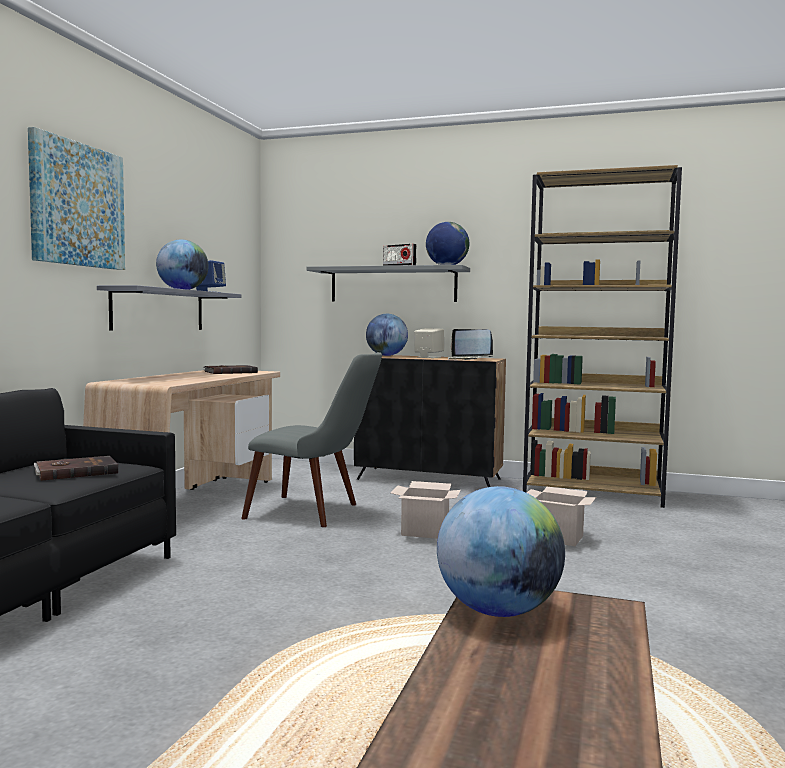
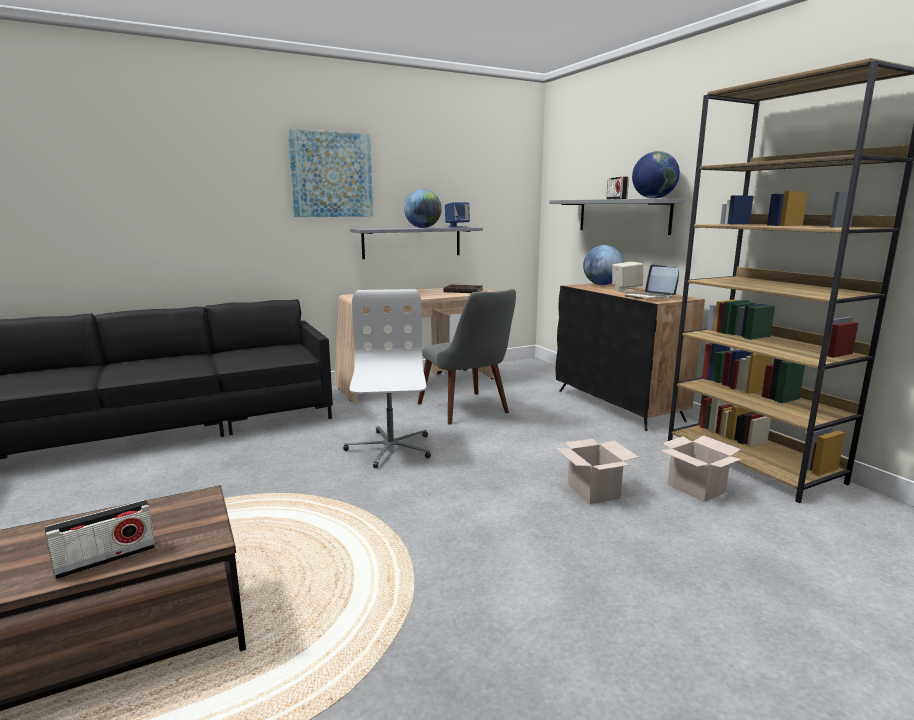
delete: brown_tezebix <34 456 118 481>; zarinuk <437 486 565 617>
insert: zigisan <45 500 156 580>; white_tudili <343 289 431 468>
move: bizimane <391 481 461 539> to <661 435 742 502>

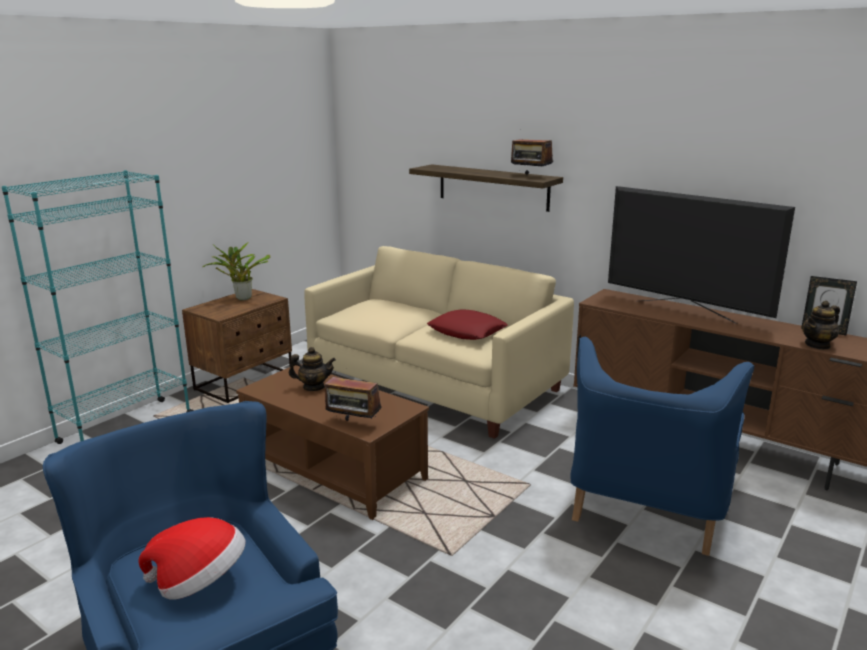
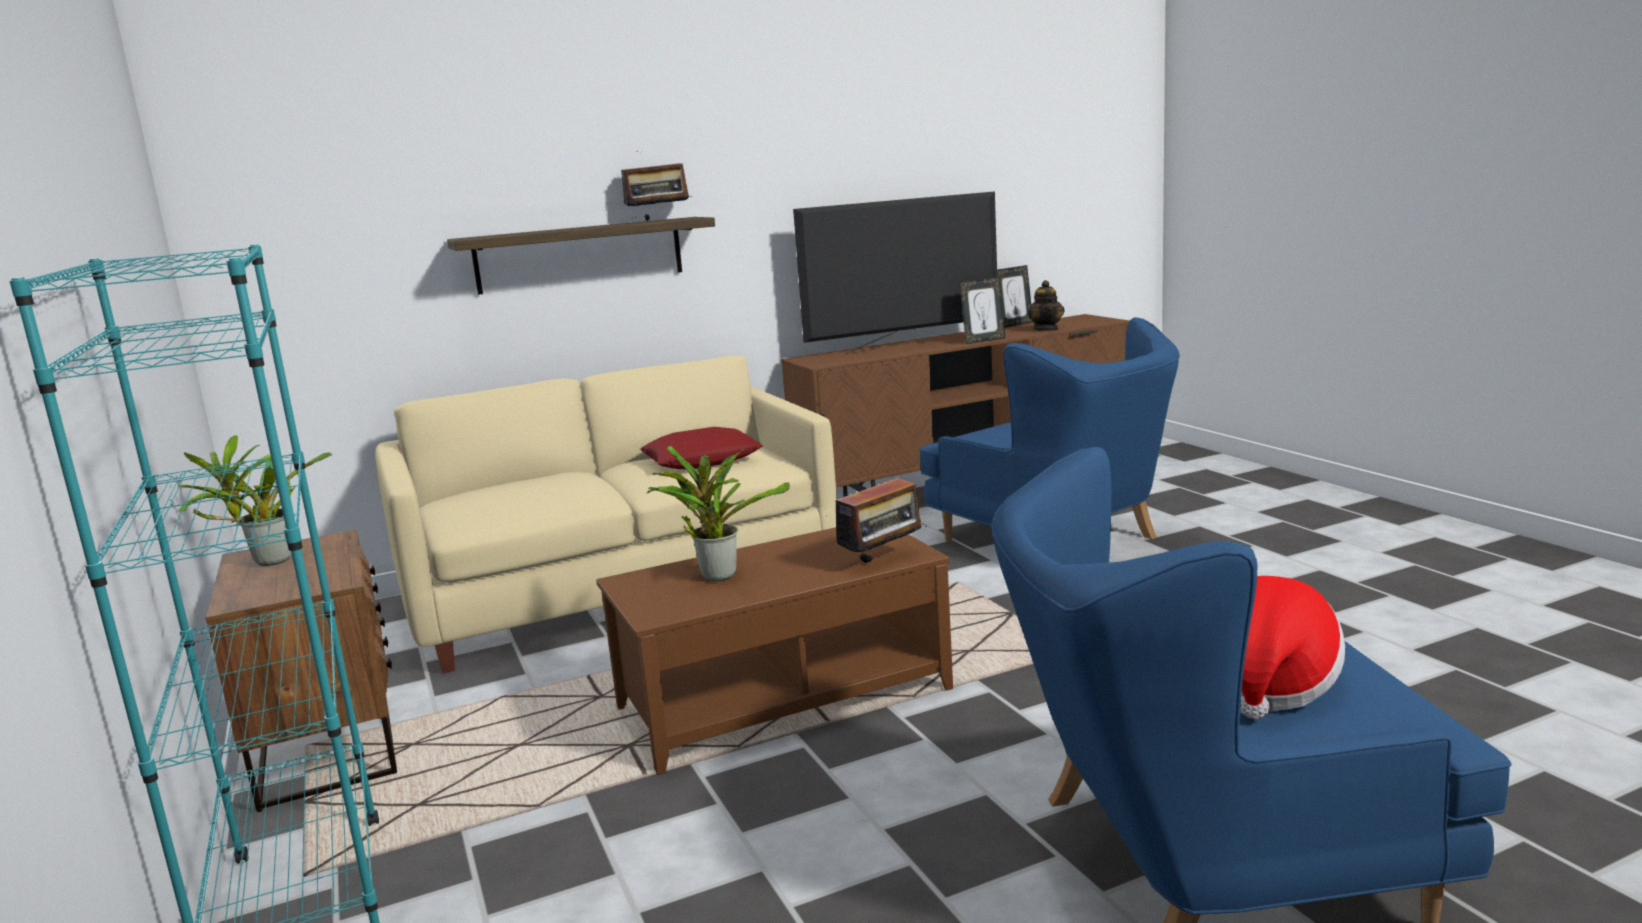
insert: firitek <959 276 1005 344>
replace: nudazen <289 347 336 391> to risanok <647 446 790 581>

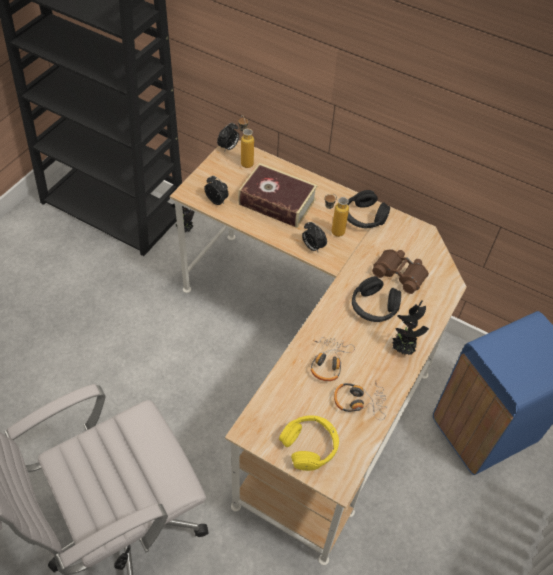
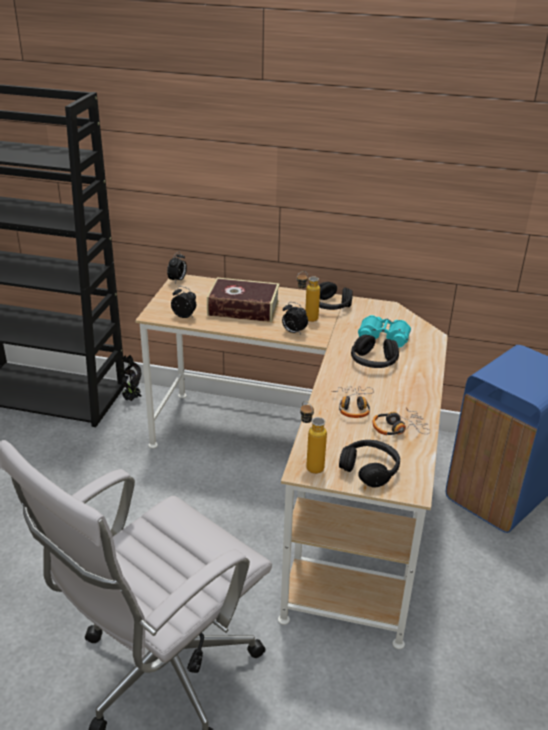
delete: risanok <392 301 429 355>
move: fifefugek <238 115 254 168> to <300 401 327 474>
recolor: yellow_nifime <279 415 339 471> to black_nifime <339 440 400 488>; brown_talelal <372 249 429 294> to turquoise_talelal <358 315 411 347>

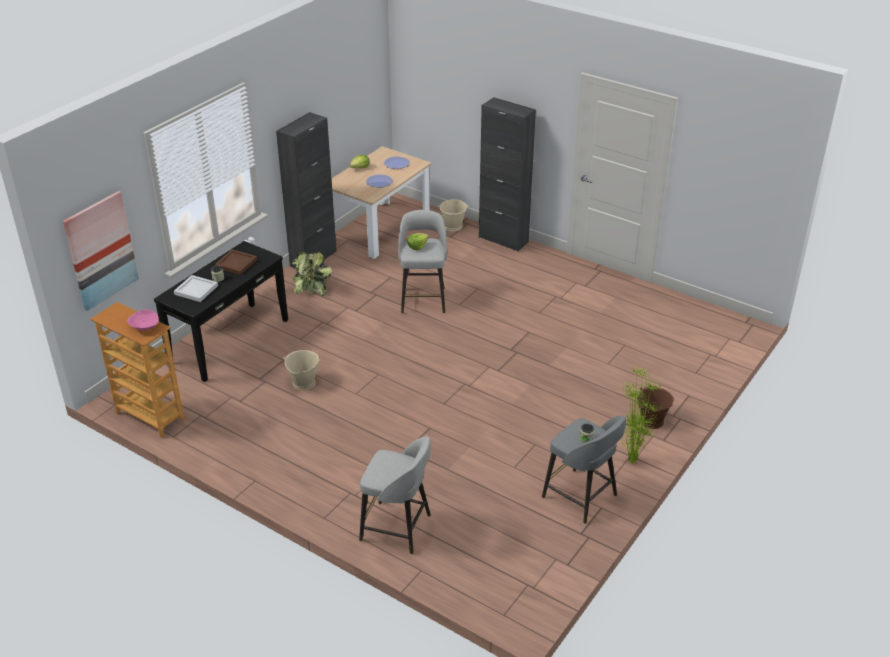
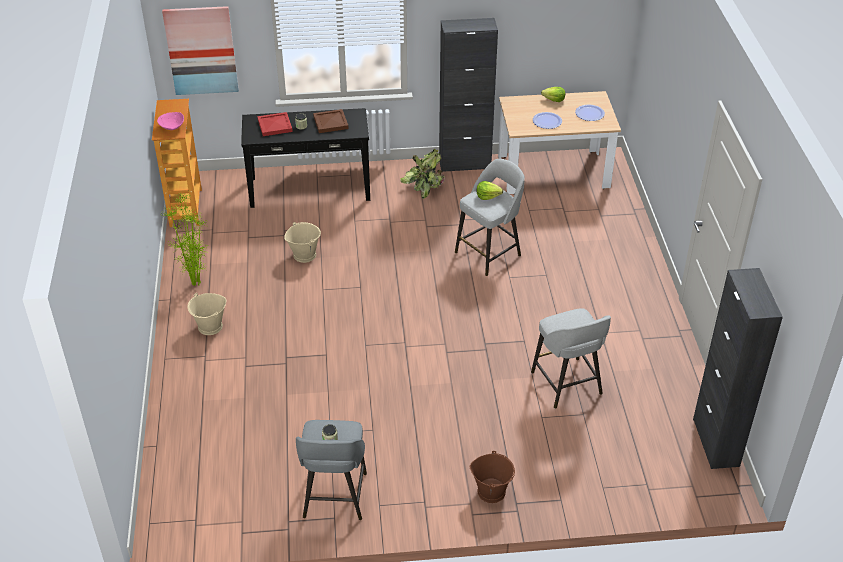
move: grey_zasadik <359 436 431 554> to <531 308 611 408>; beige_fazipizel <438 199 468 232> to <187 293 226 335>; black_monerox <479 97 536 251> to <693 268 783 469>; risanok <621 365 662 463> to <162 193 209 286>
recolor: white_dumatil <174 275 218 302> to red_dumatil <257 112 293 136>

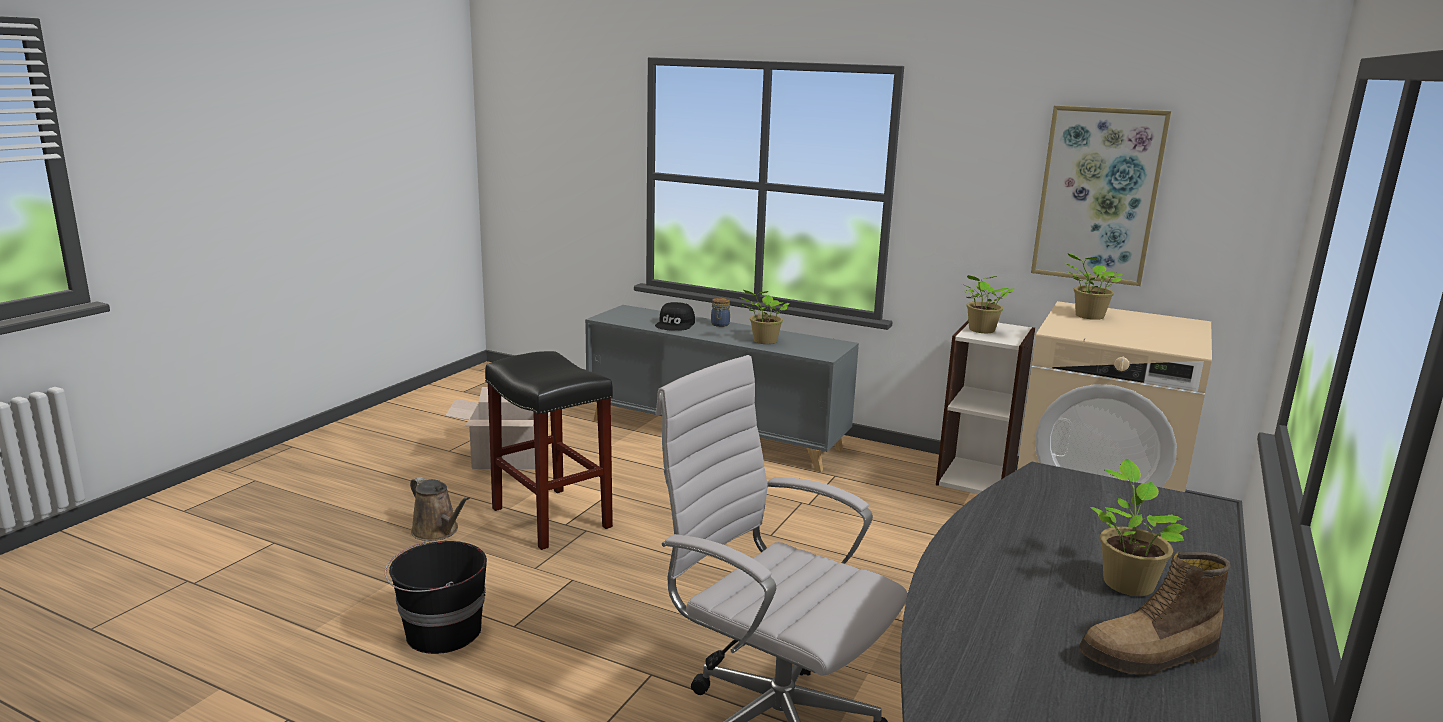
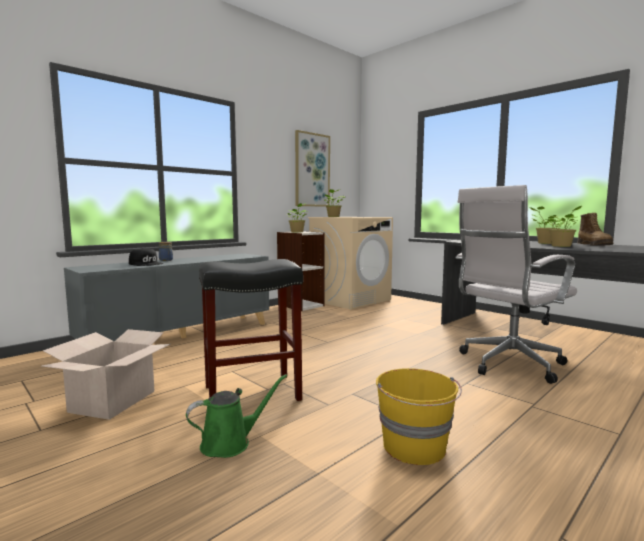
move: risanok <740 290 790 344> to <544 206 582 247>
recolor: black_fazipizel <385 540 487 654> to yellow_fazipizel <376 368 462 465>; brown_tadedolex <410 477 470 541> to green_tadedolex <186 374 287 458>

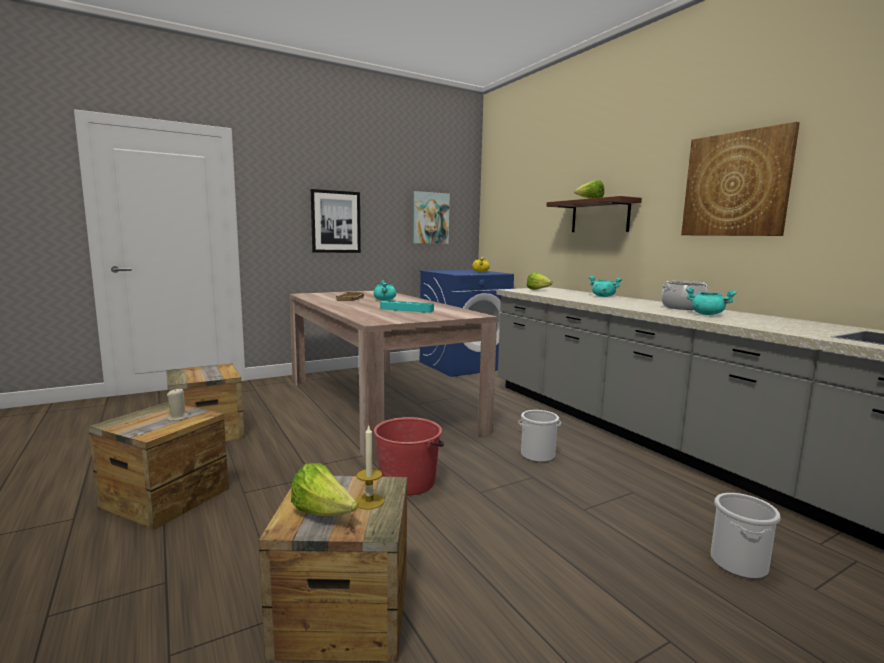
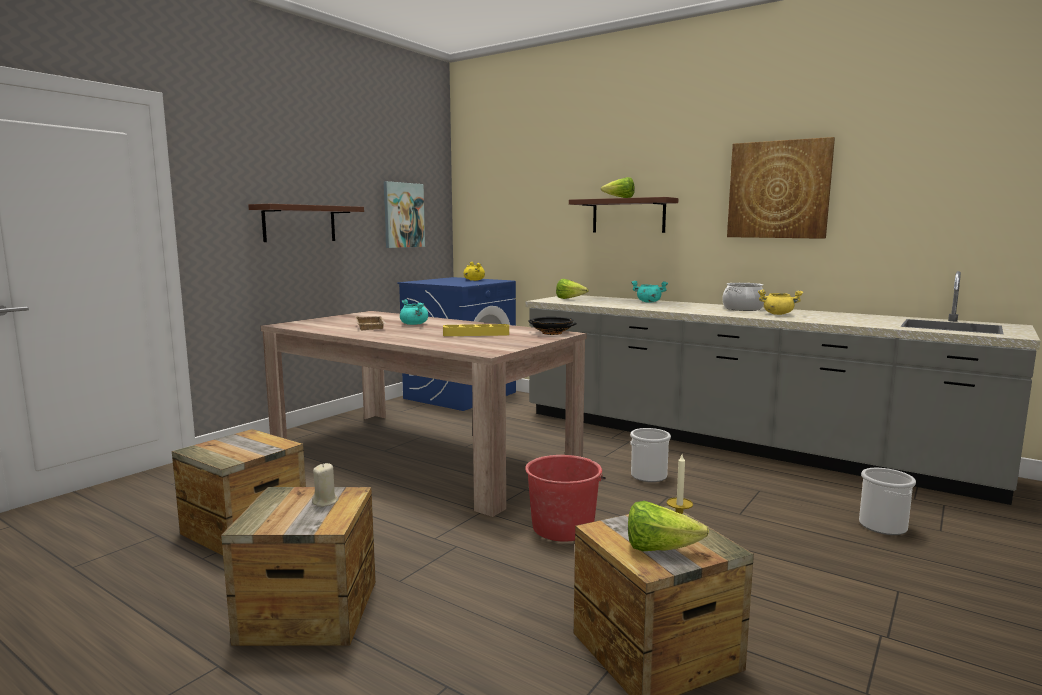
insert: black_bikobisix <528 317 577 335>
replace: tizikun <311 189 361 253> to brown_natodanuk <248 204 364 242>
recolor: turquoise_dumatil <380 300 434 313> to yellow_dumatil <443 324 509 336>; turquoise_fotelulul <686 287 737 315> to yellow_fotelulul <758 289 803 315>

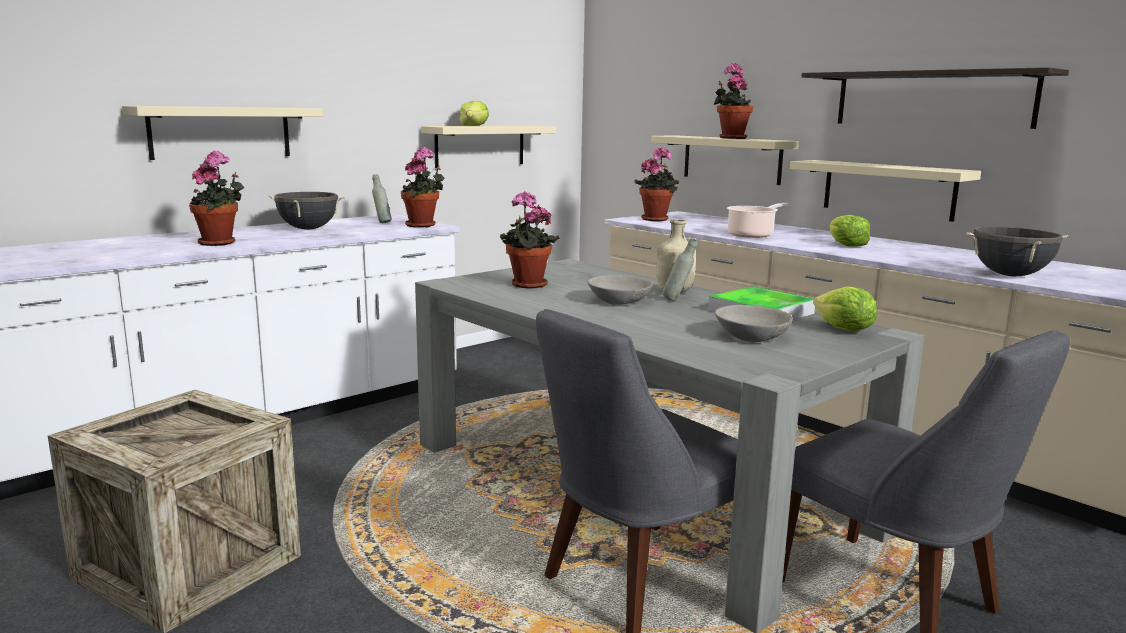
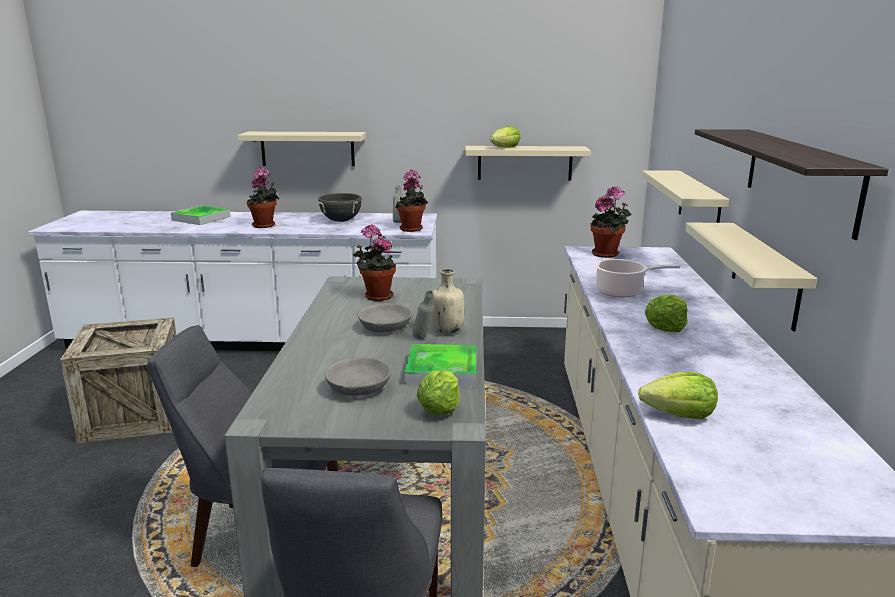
delete: risanok <713 63 753 139>
insert: dumatil <171 206 231 225>
replace: black_fotelulul <966 227 1069 276> to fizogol <638 372 718 419>

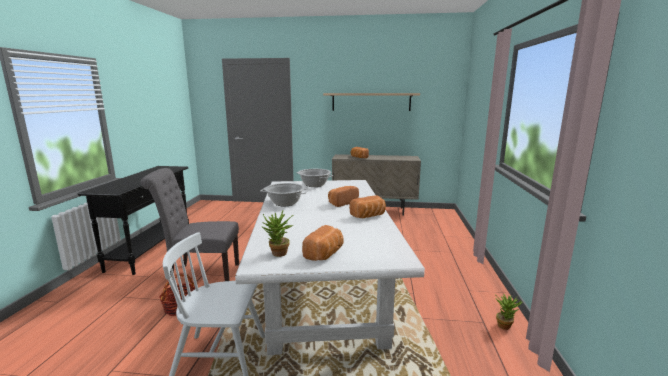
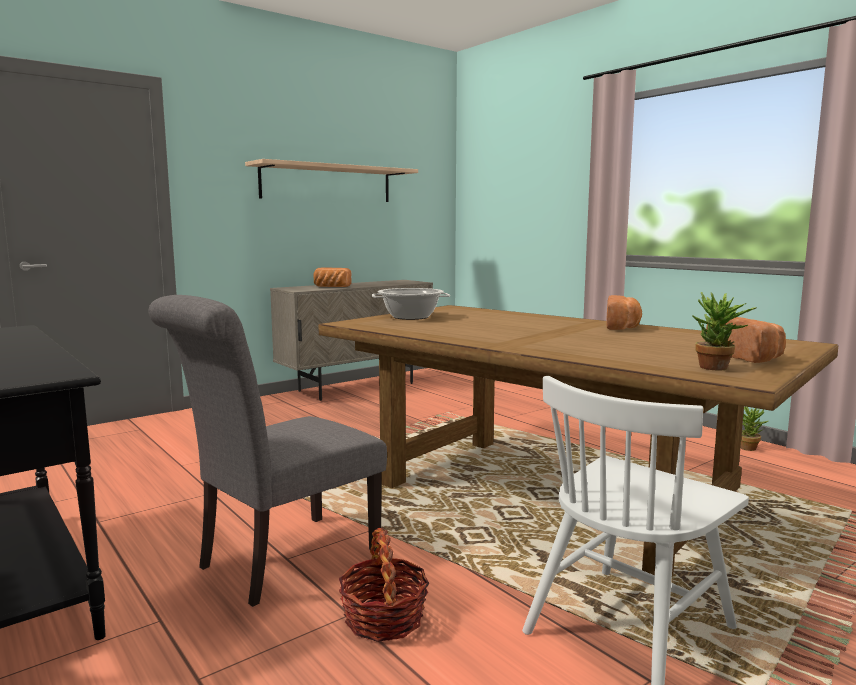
delete: fotelulul <261 183 309 206>; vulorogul <328 186 359 207>
recolor: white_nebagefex <235 180 425 355> to brown_nebagefex <318 305 838 576>

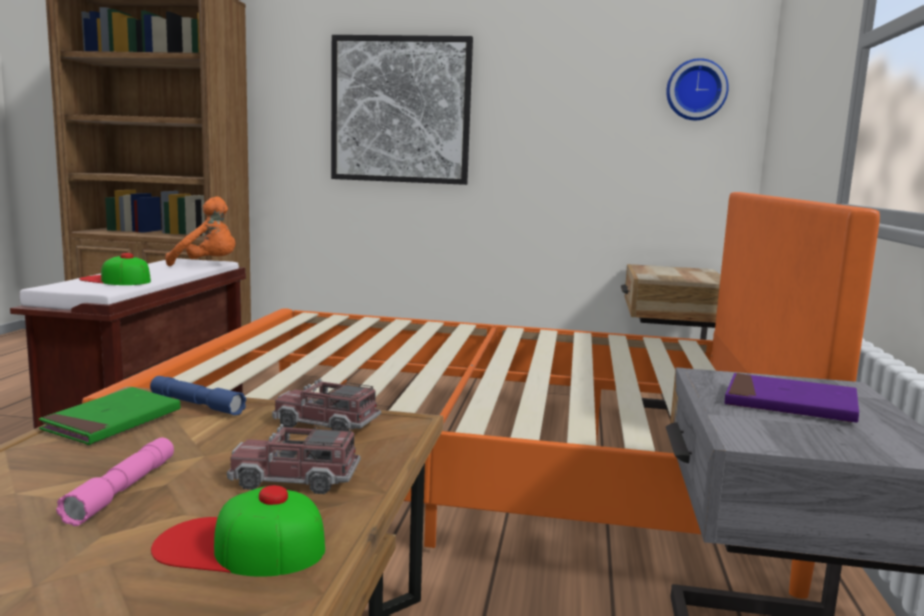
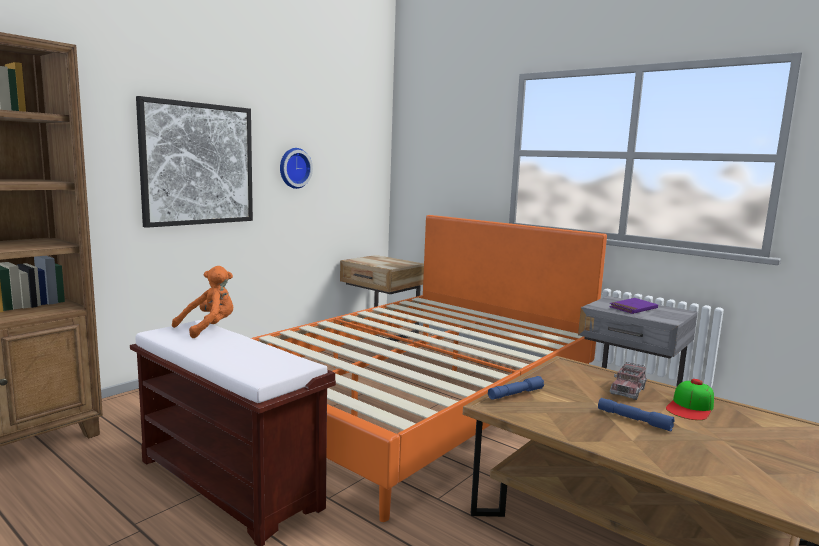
delete: green_tezebix <39 387 180 445>; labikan <79 253 151 285>; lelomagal <272 379 381 431>
move: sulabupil <666 58 729 120> to <280 148 313 189>
recolor: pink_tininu <56 438 174 526> to blue_tininu <598 398 675 432>

